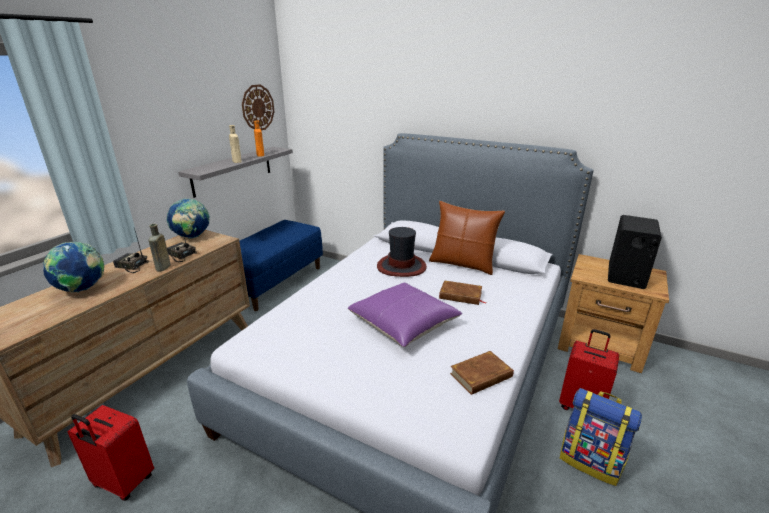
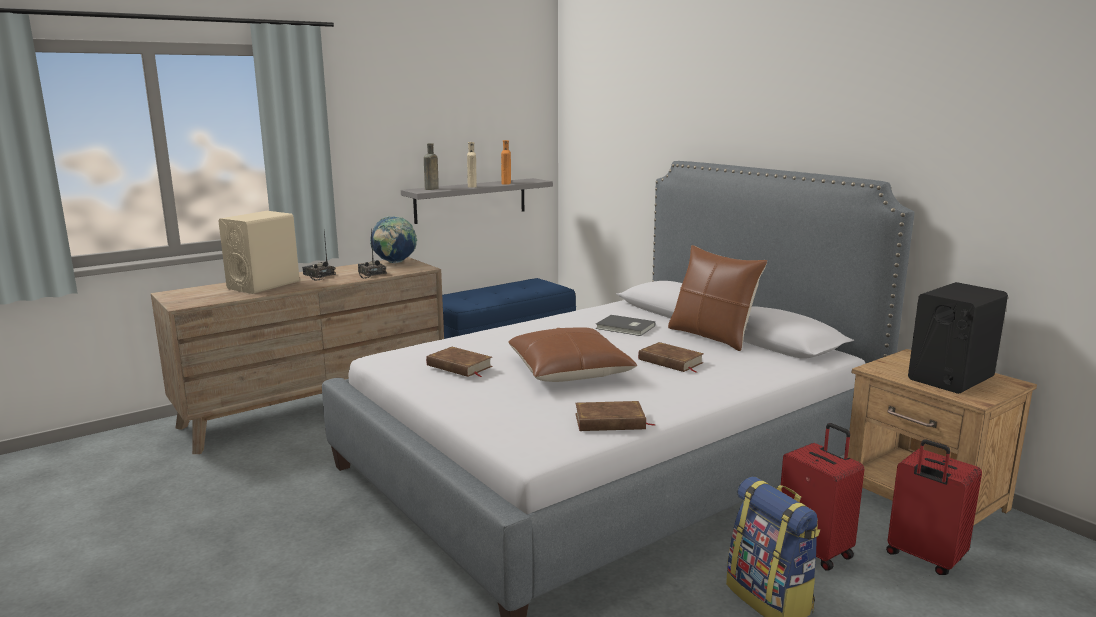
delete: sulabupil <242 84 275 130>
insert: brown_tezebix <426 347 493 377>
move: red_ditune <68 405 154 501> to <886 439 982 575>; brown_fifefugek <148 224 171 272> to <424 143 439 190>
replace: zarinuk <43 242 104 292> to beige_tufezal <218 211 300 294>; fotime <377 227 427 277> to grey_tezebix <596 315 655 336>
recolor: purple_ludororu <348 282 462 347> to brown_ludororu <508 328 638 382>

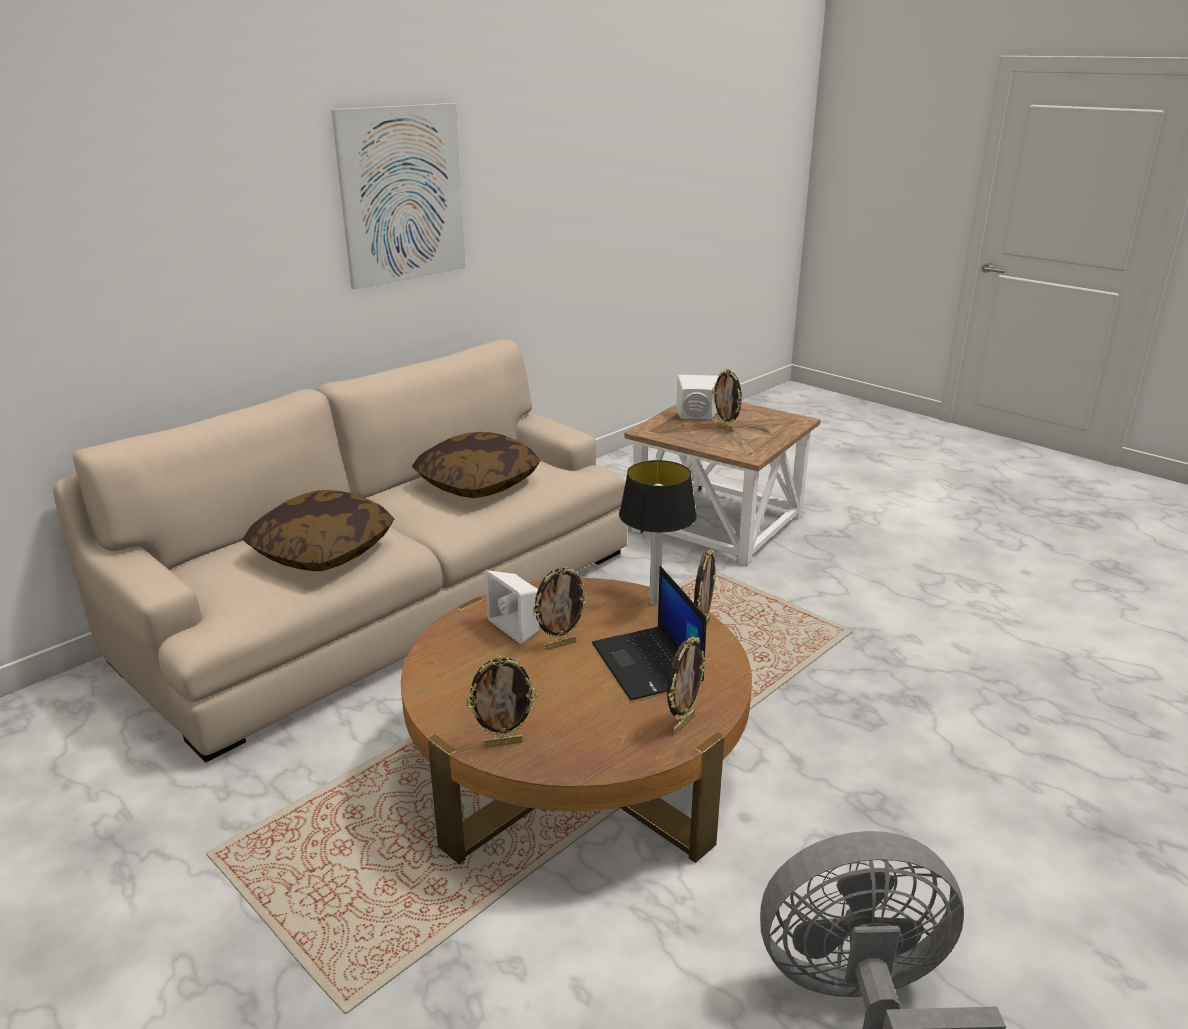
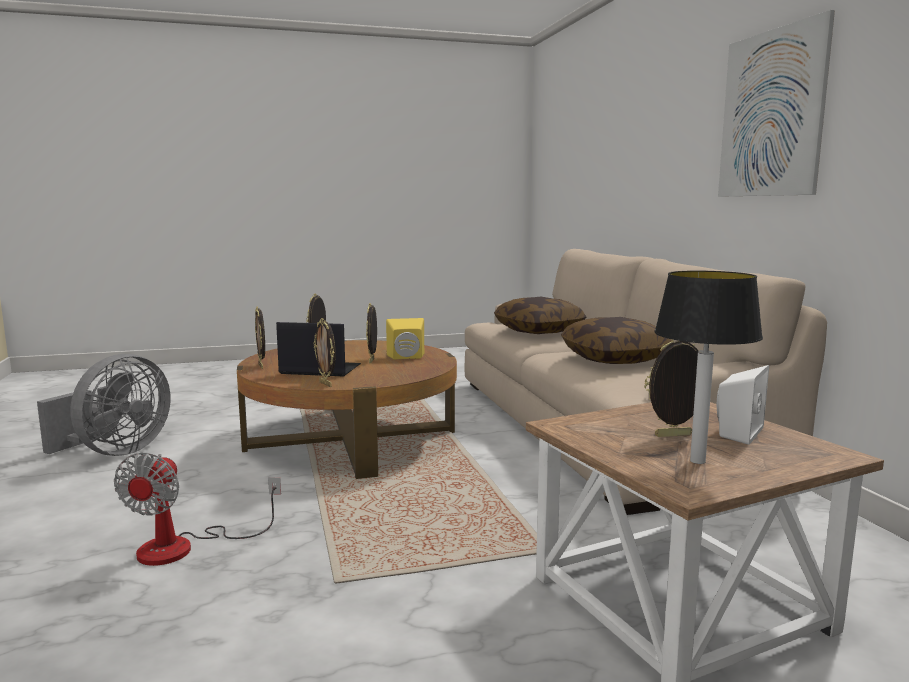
insert: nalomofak <114 452 281 566>
move: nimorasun <619 460 697 605> to <654 271 763 464>
recolor: white_tufezal <485 570 539 644> to yellow_tufezal <386 318 424 360>

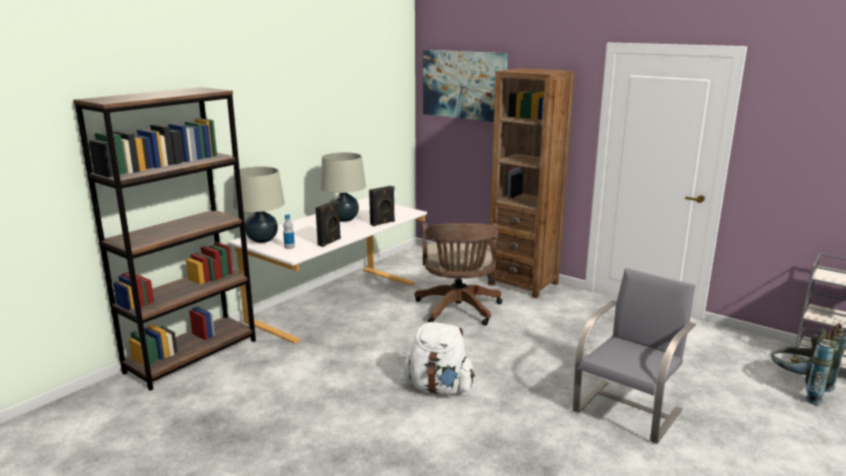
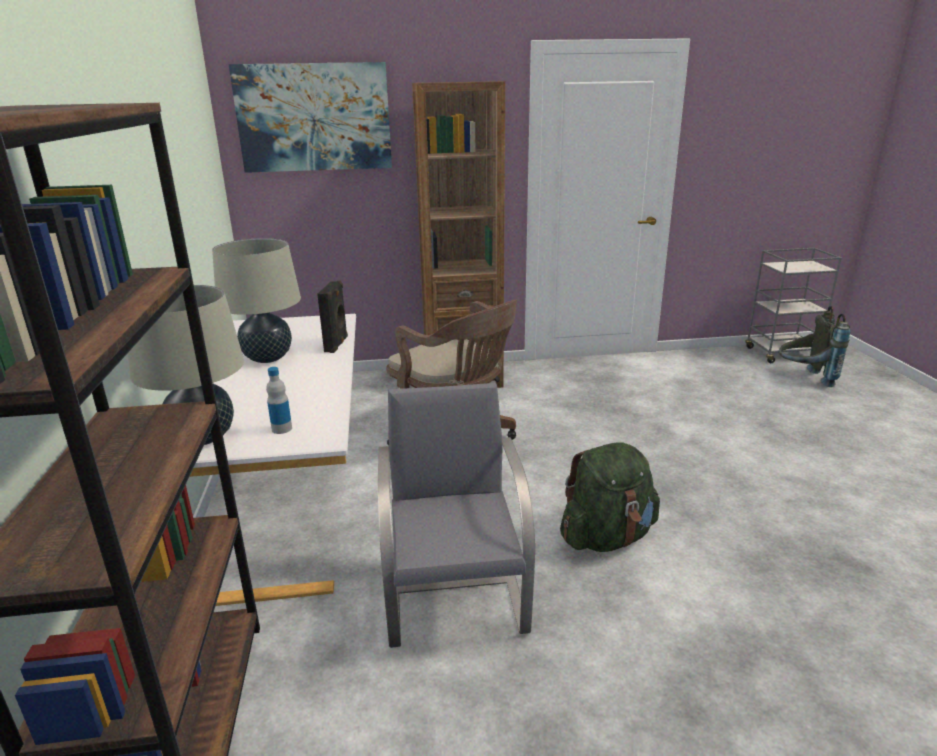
delete: black_tufezal <316 201 341 247>
move: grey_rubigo <573 268 696 444> to <378 383 535 648>
recolor: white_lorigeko <403 322 475 395> to green_lorigeko <560 442 660 552>

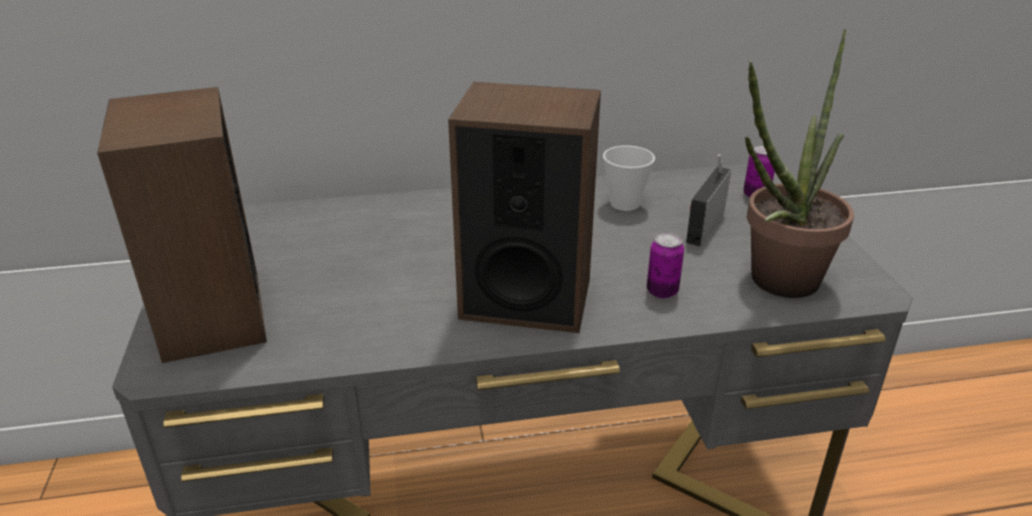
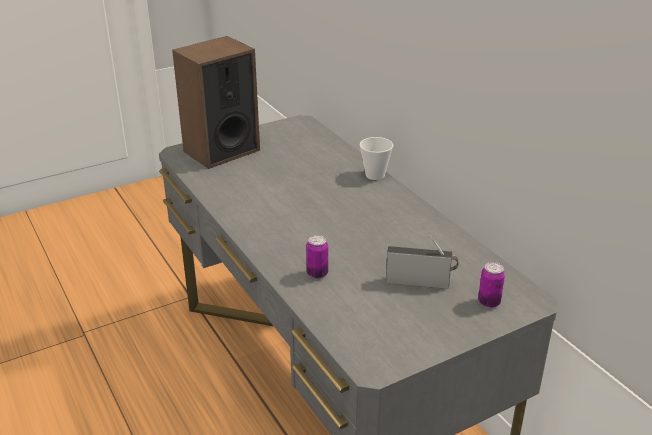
delete: tufezal <448 82 601 333>; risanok <745 29 854 298>
move: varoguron <603 146 655 211> to <359 137 393 180>

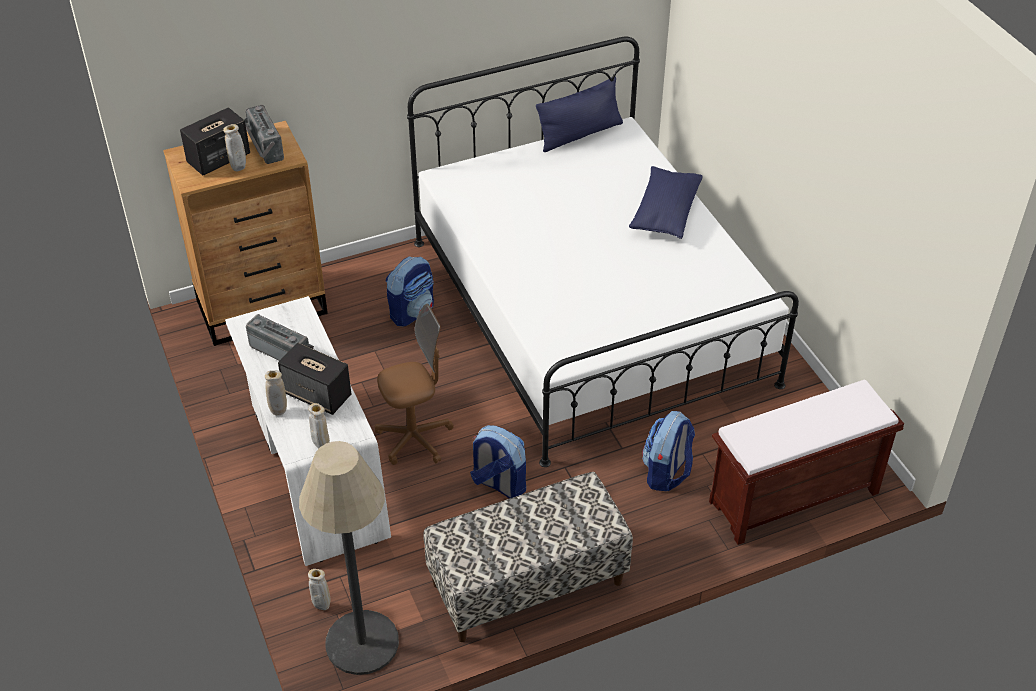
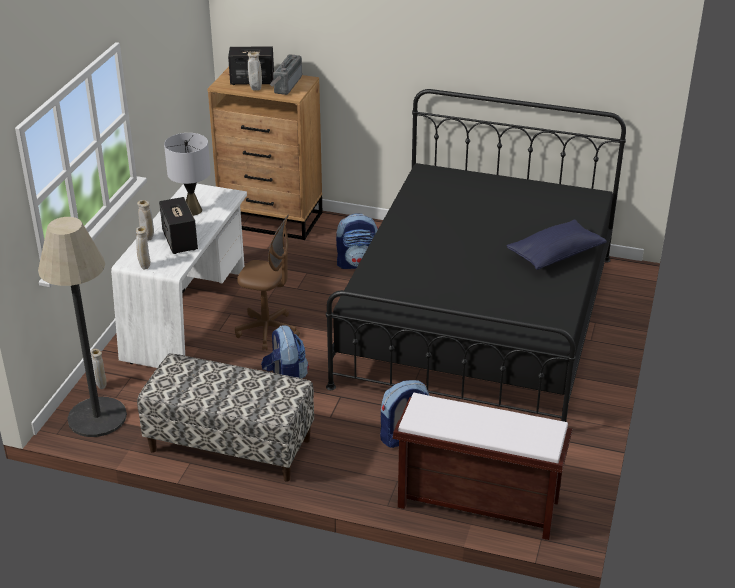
delete: blue_ludororu <536 76 623 152>
replace: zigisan <246 314 314 361> to grey_nimorasun <164 133 211 216>
recolor: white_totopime <407 36 799 467> to black_totopime <326 89 626 422>

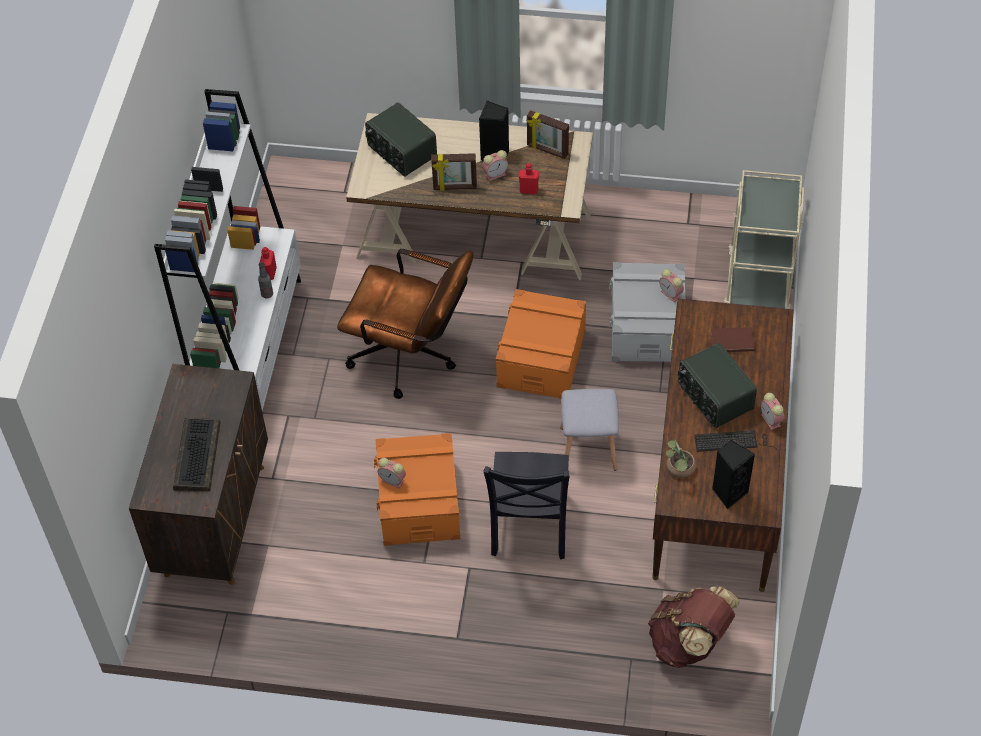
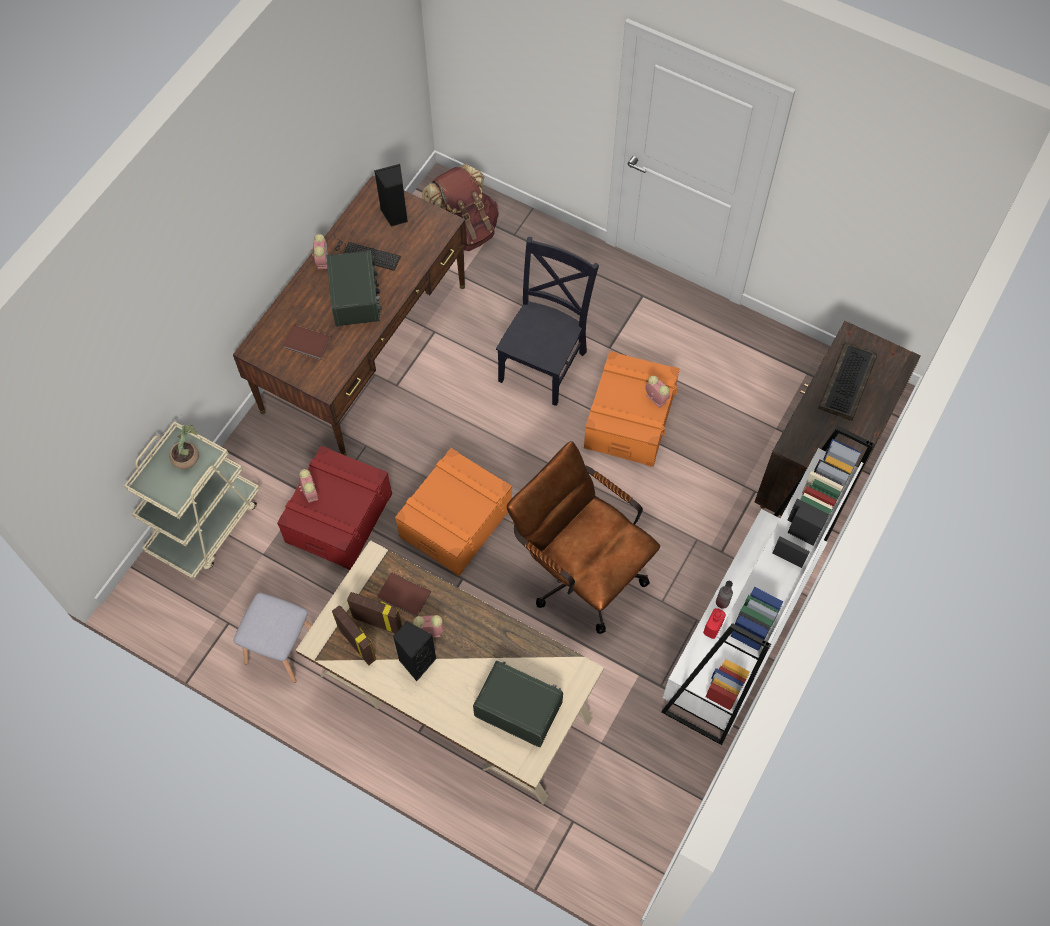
move: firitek <431 153 477 191> to <347 592 402 633>; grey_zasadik <560 389 619 471> to <234 593 312 683>; risanok <666 439 696 478> to <169 425 199 469>
replace: red_fifefugek <519 163 539 194> to brown_tezebix <377 572 431 617>
recolor: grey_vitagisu <609 262 685 362> to red_vitagisu <277 446 392 570>
rotate: zigisan <365 102 437 177> = <473 661 563 747> 45 degrees counterclockwise

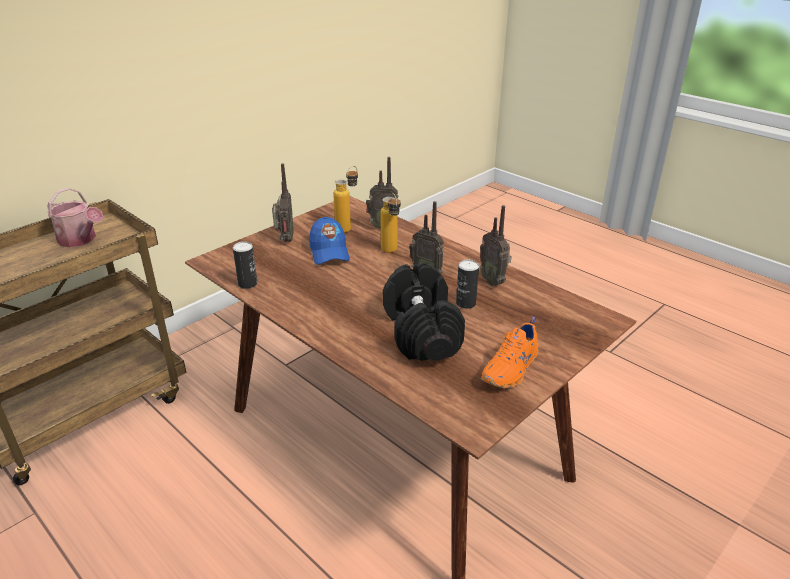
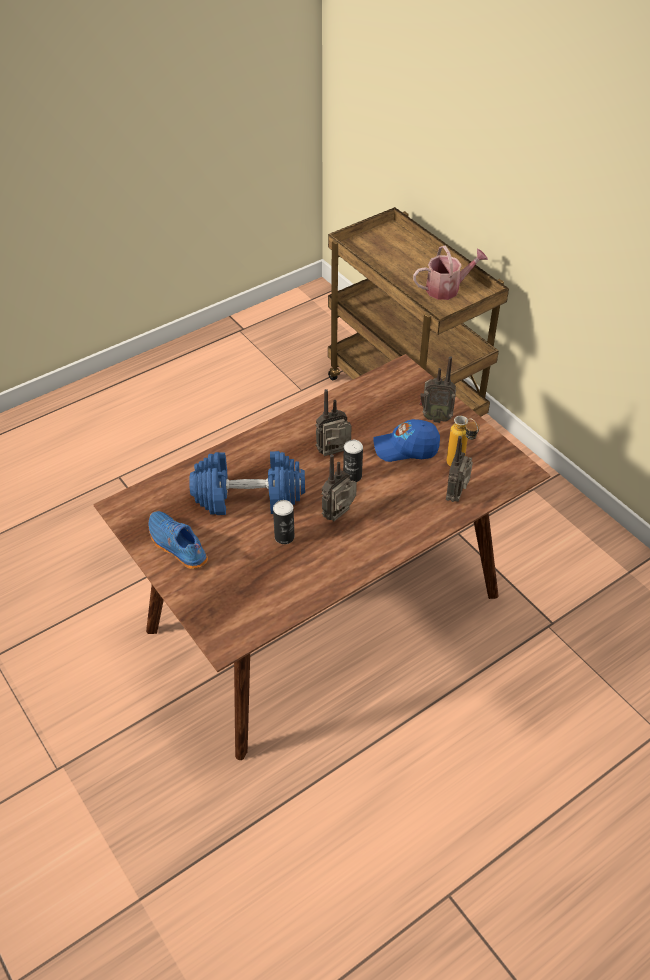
delete: fifefugek <380 193 401 253>
move: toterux <233 241 257 289> to <343 440 363 482>; zigisan <480 205 512 286> to <316 389 352 456>
recolor: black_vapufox <383 263 465 360> to blue_vapufox <189 451 305 515>; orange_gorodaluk <481 316 538 388> to blue_gorodaluk <148 511 208 569>
rotate: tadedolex <47 187 103 247> = <413 246 488 300> 150 degrees counterclockwise

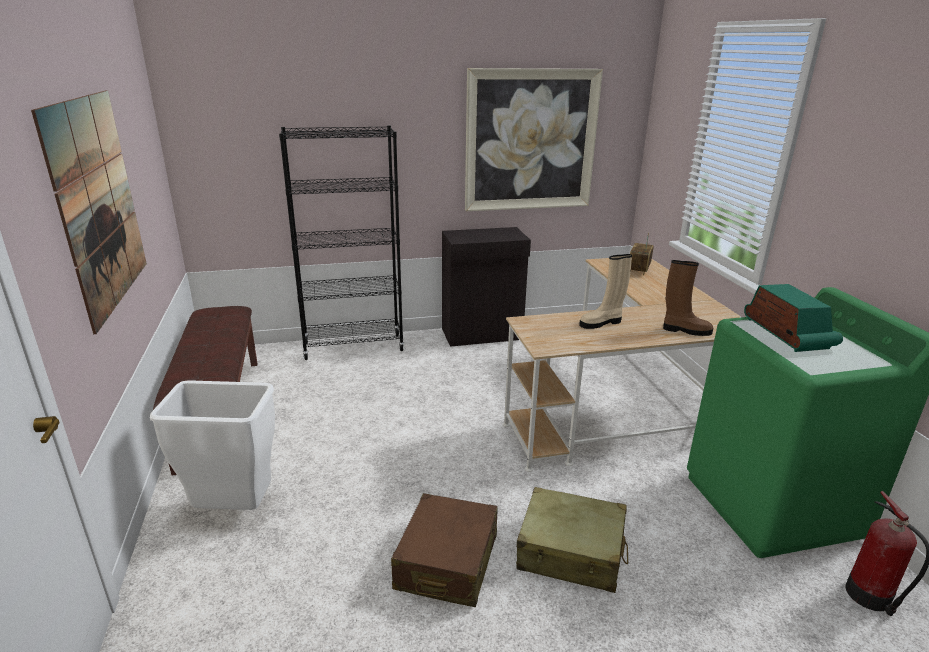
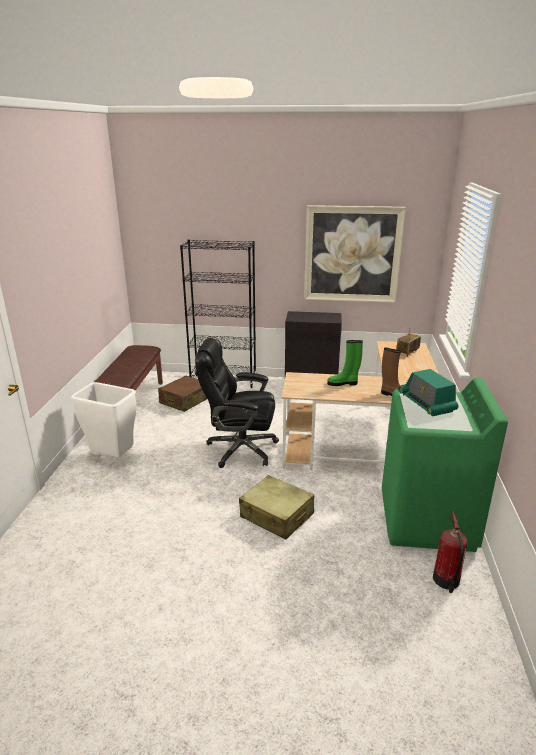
delete: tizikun <31 90 147 334>
insert: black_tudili <195 338 279 468>
move: brown_ditune <391 493 498 607> to <158 375 207 412>
recolor: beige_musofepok <579 254 632 329> to green_musofepok <327 340 363 386>
rotate: zigisan <744 284 843 352> = <398 369 458 416> 150 degrees clockwise

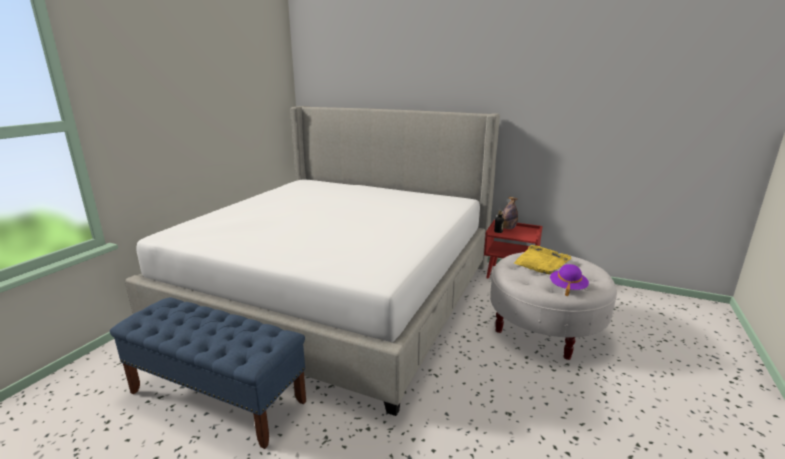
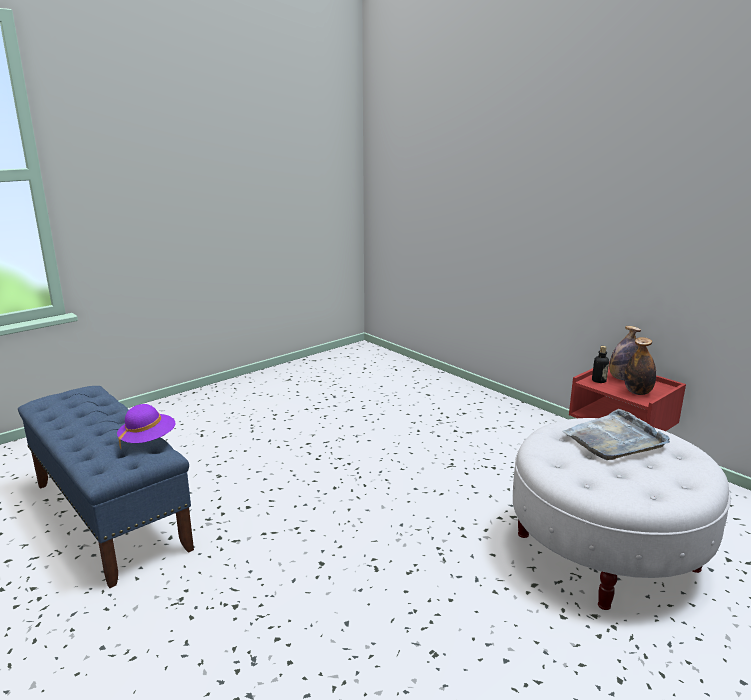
delete: totopime <125 106 500 416>
insert: fifefugek <624 337 656 395>
move: purple_fotime <550 264 589 297> to <117 404 176 449>
recolor: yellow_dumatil <514 245 572 274> to grey_dumatil <562 409 670 460>

